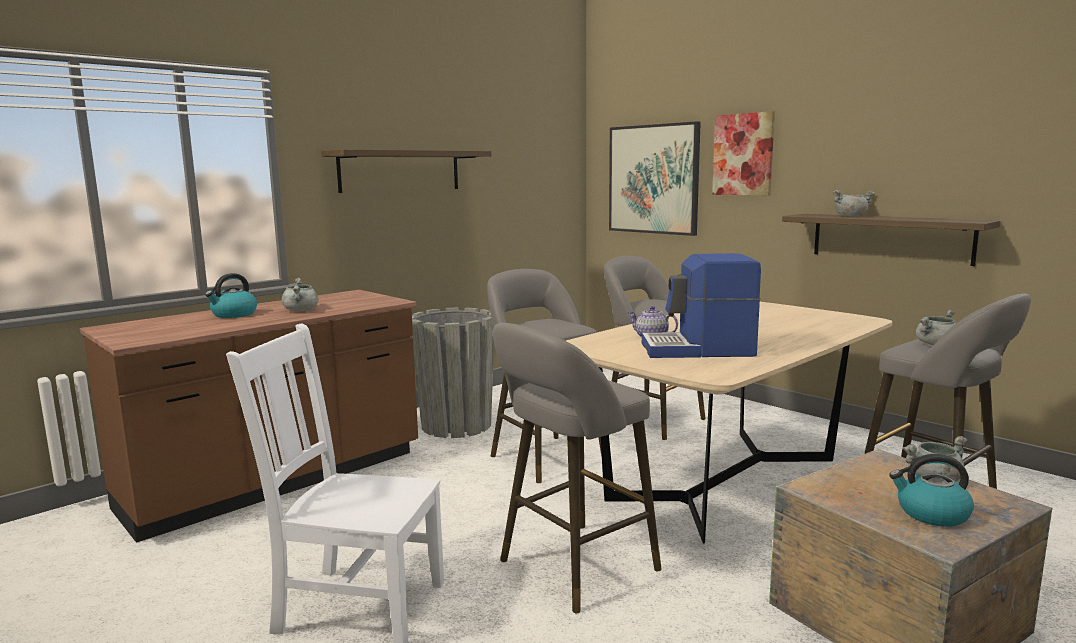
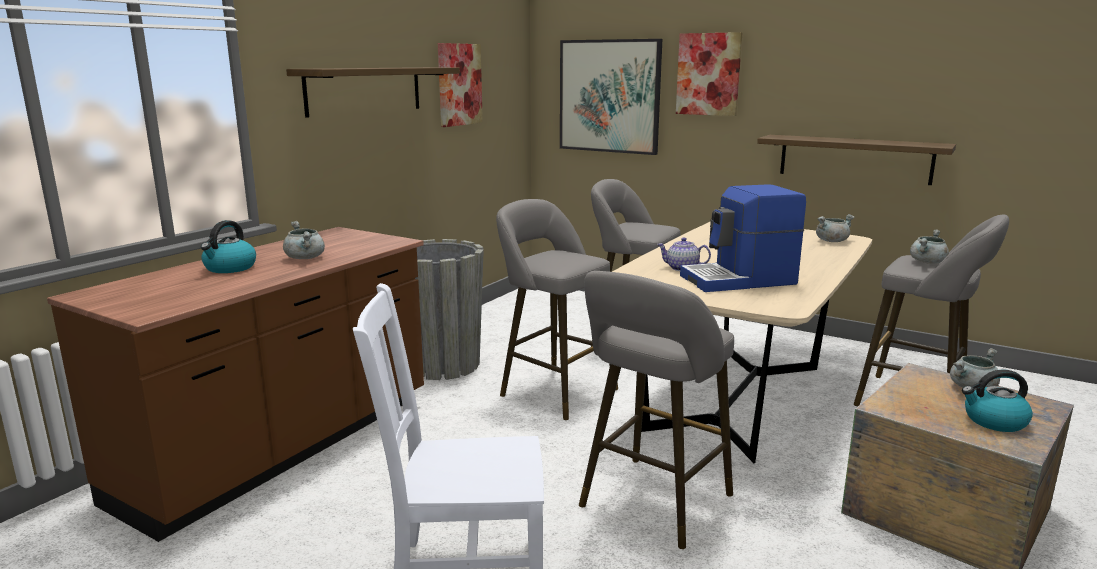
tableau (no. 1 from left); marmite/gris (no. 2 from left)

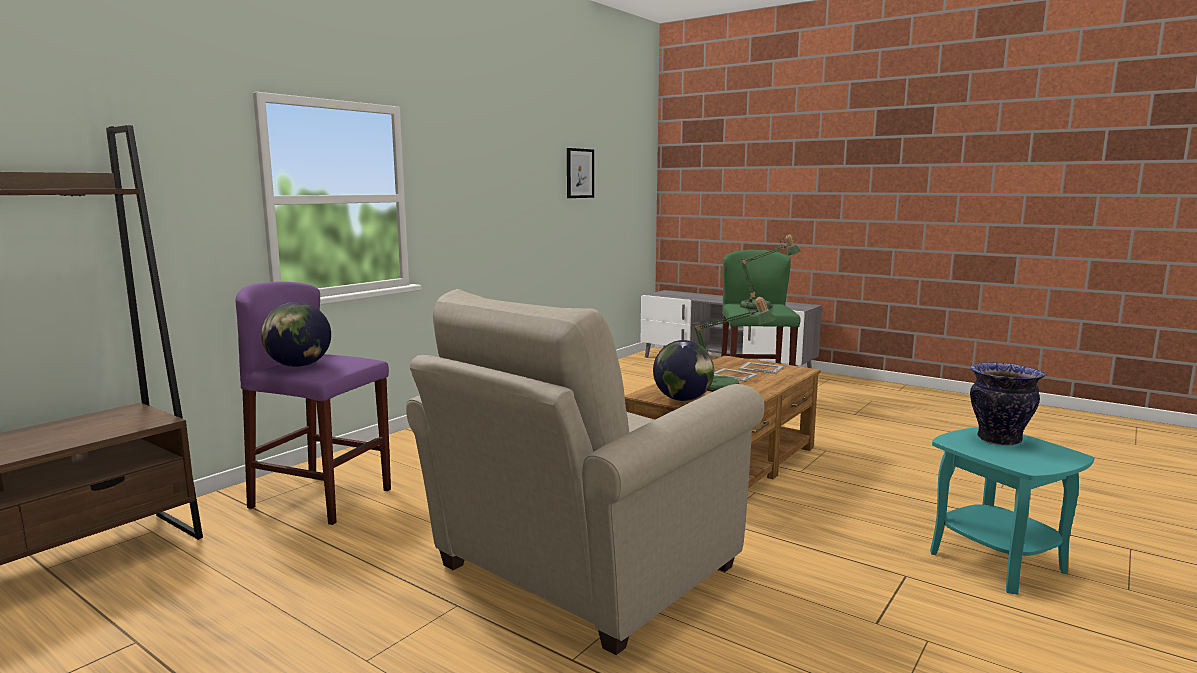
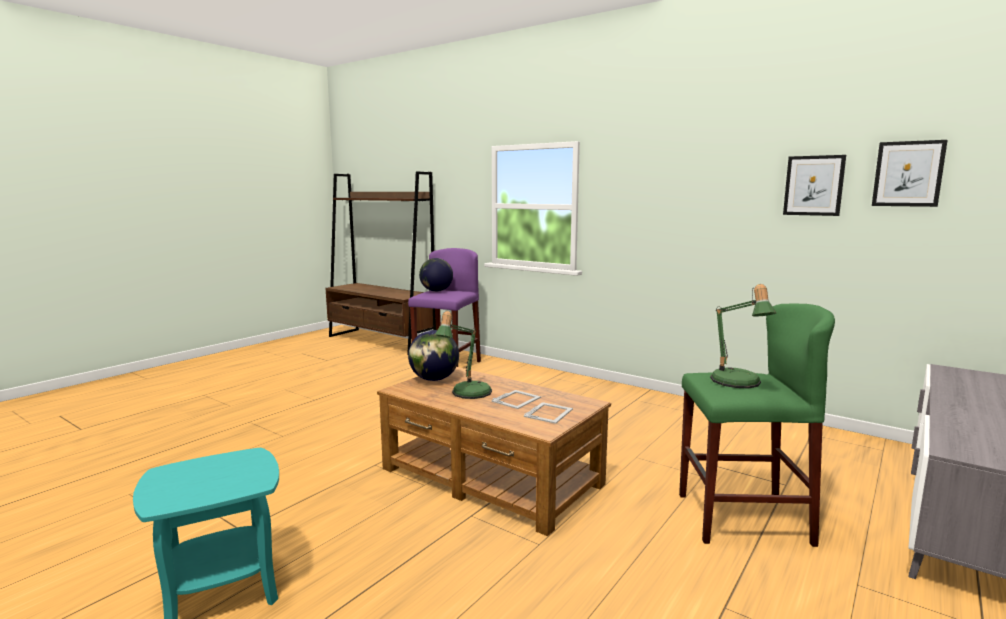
fauteuil/beige; vase; tableau (no. 2 from left)

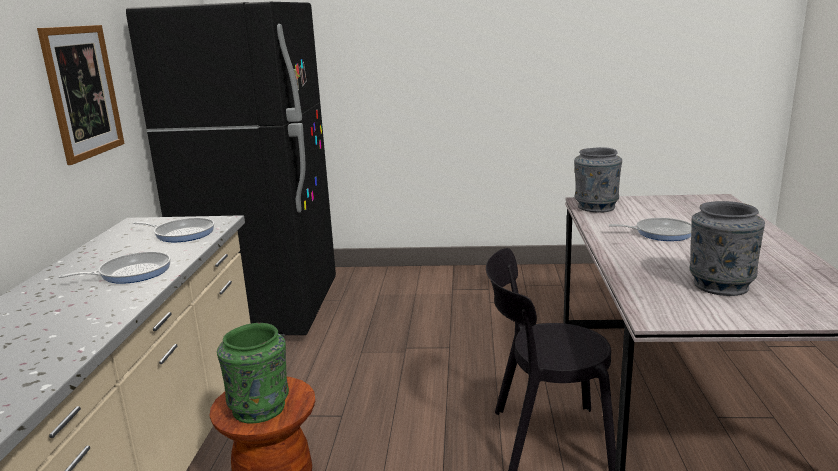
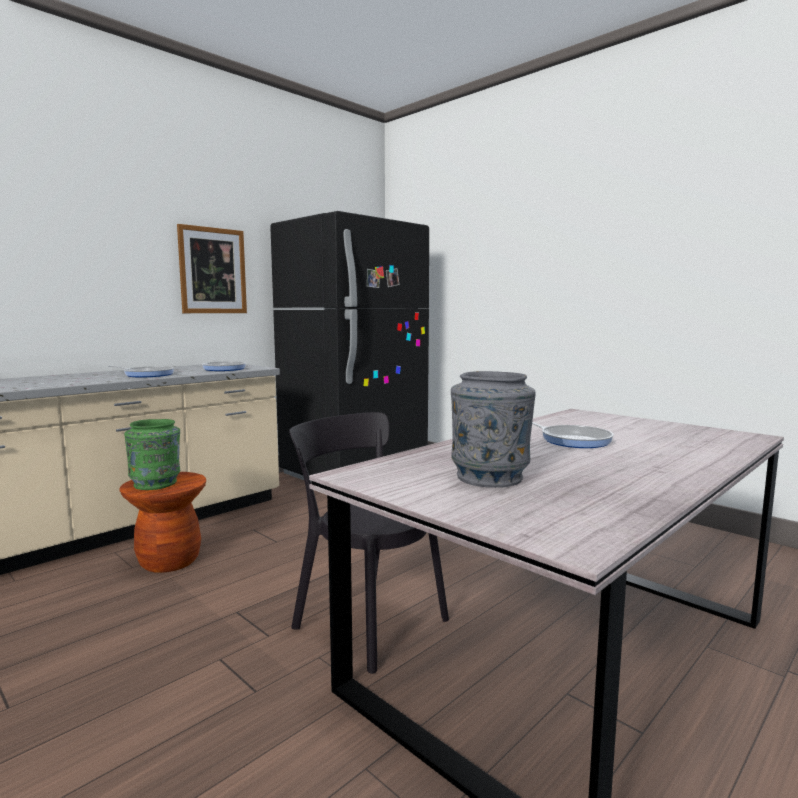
vase/gris (no. 1 from left in the first image)

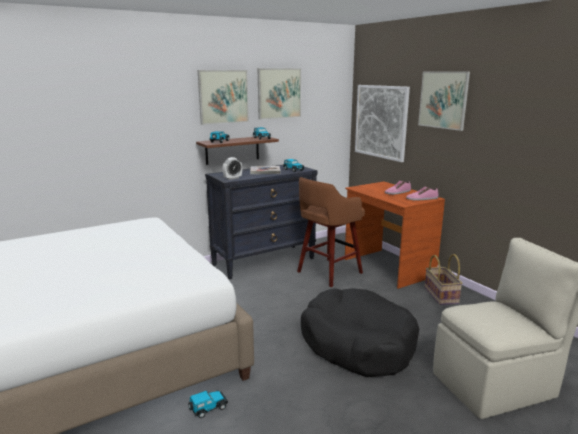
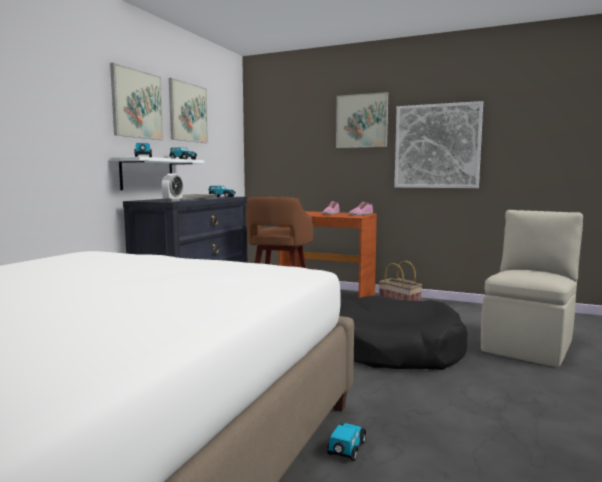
tableau (no. 4 from left); étagère/blanc

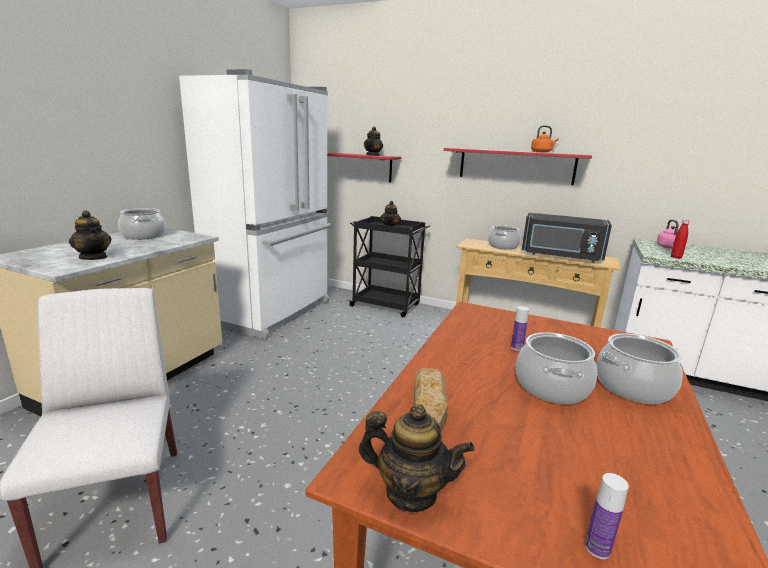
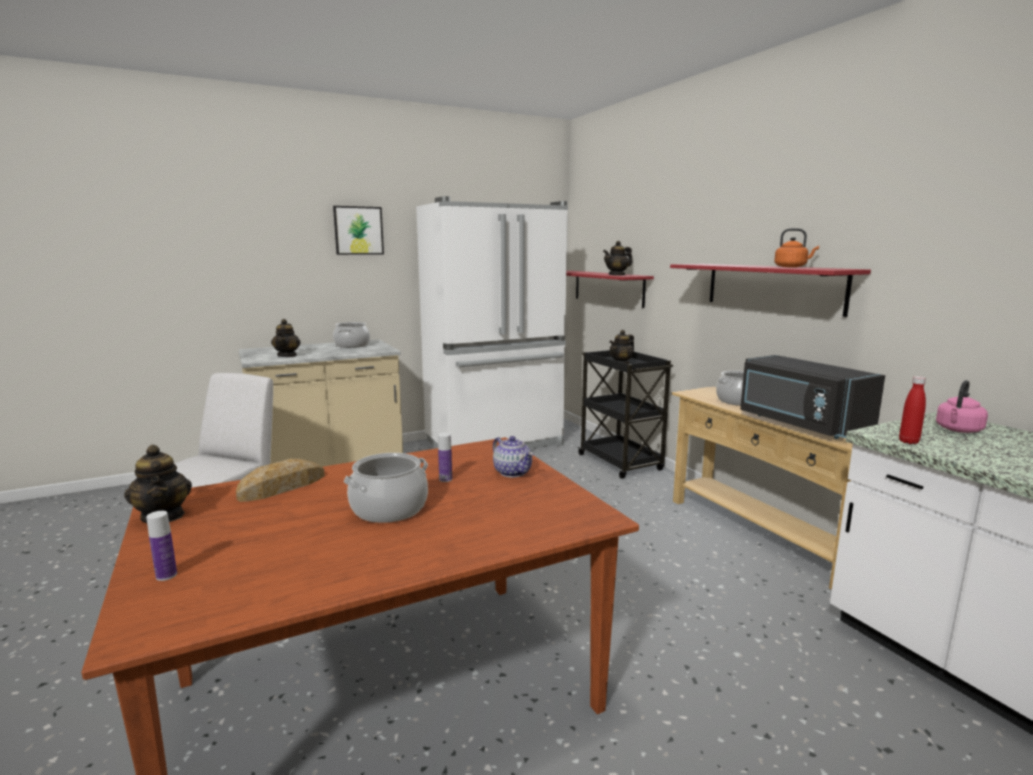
marmite (no. 4 from left in the first image); tableau; théière (no. 3 from left)

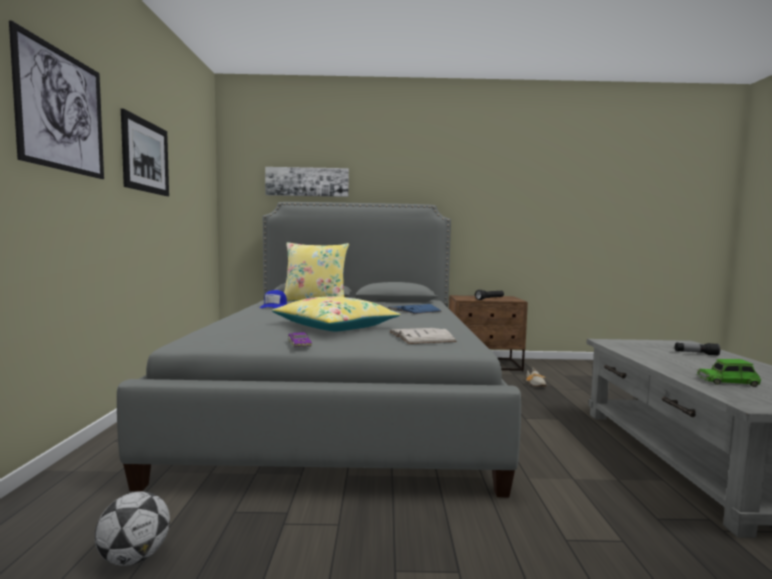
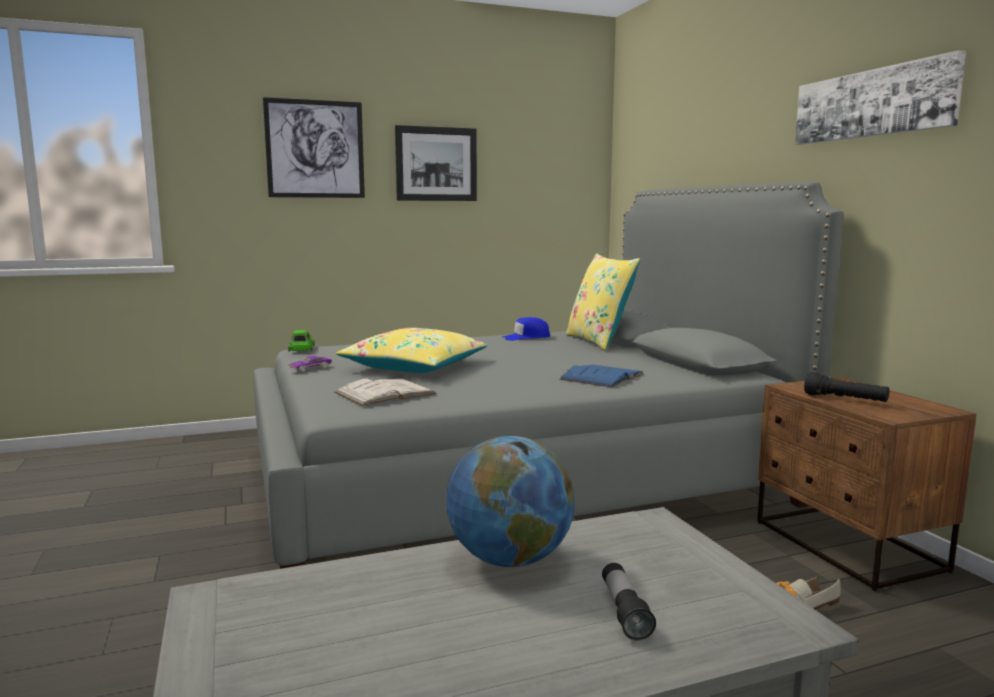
ballon de foot; globe; tableau (no. 3 from left); petite voiture/vert

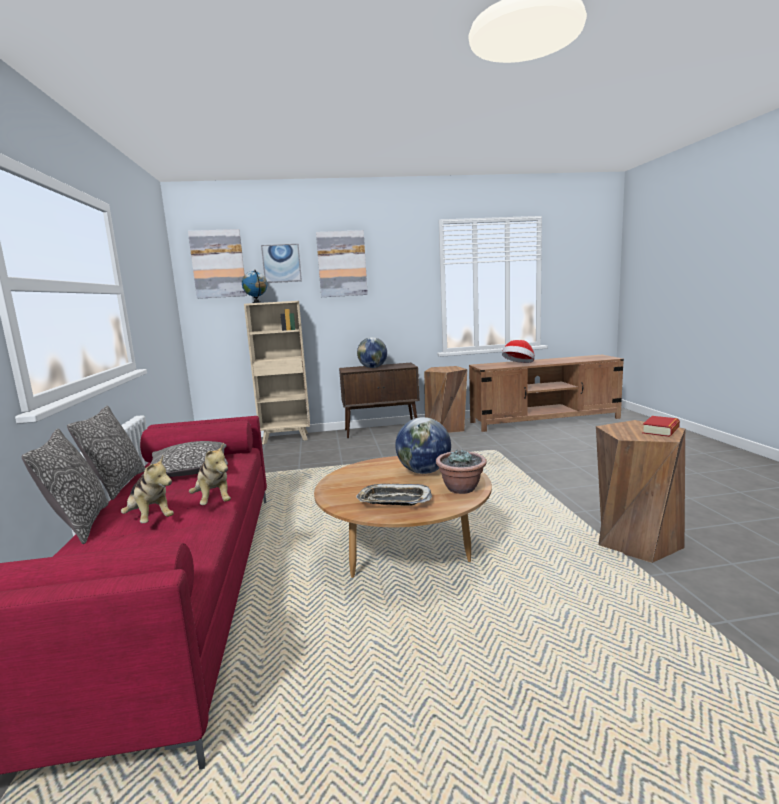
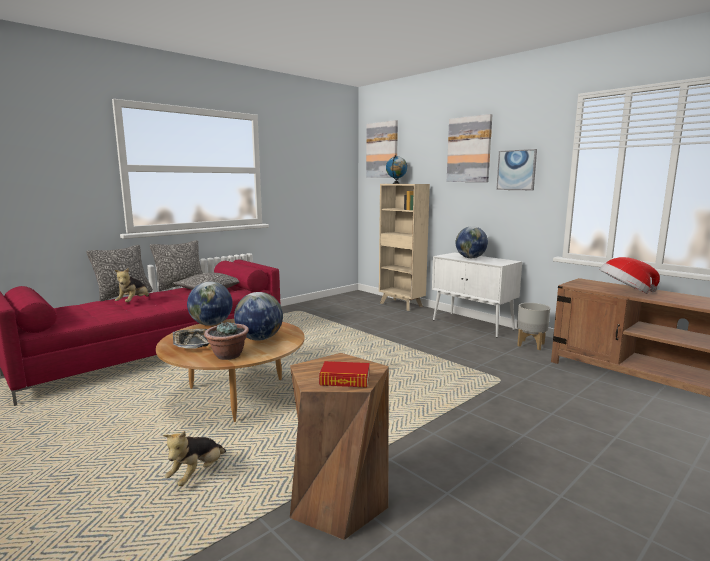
globe (no. 1 from left); peluche (no. 2 from left); tableau (no. 3 from left); cache-pot/gris; meuble de rangement/blanc

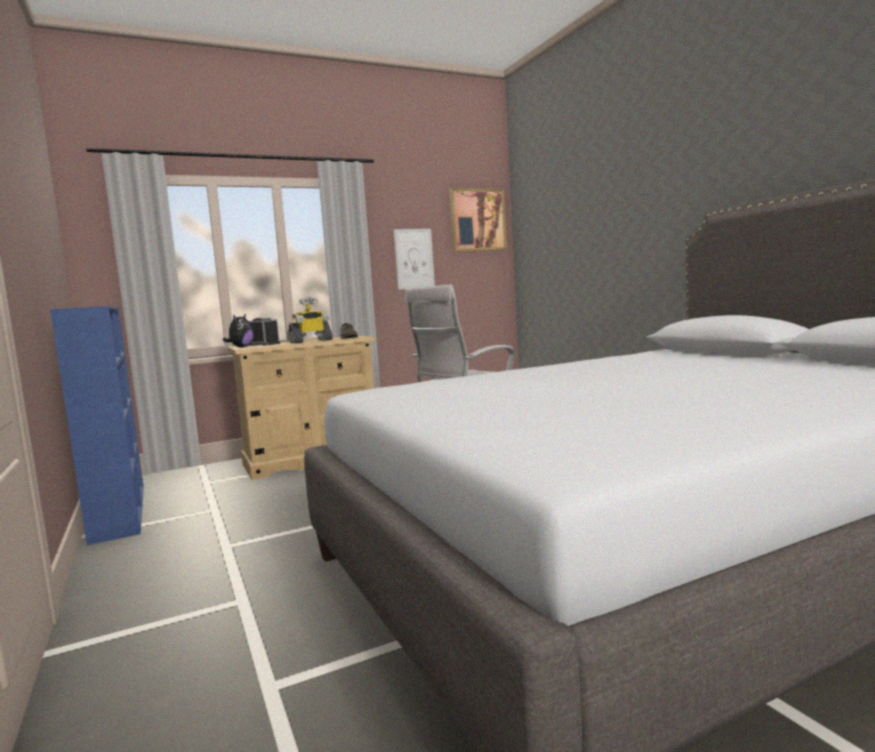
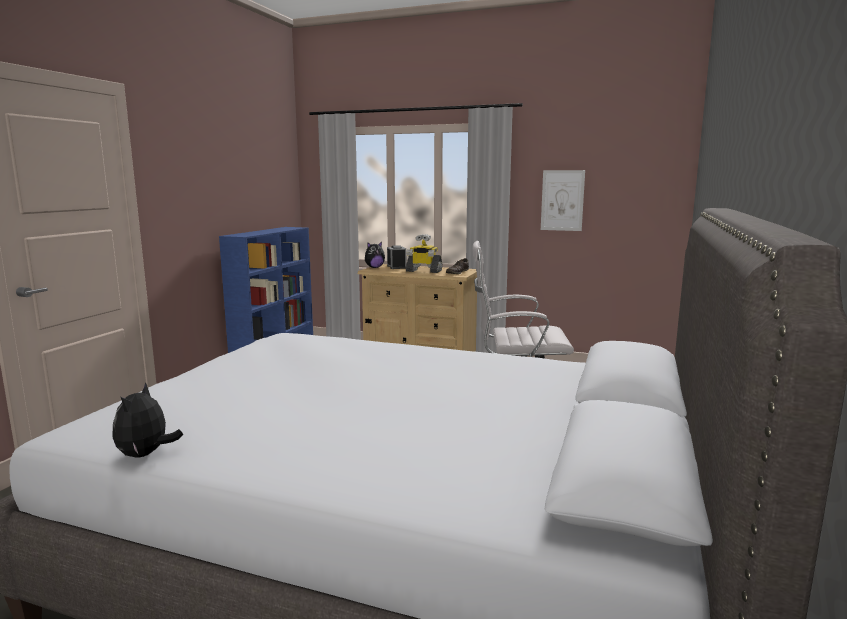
tableau (no. 2 from left in the first image); peluche (no. 1 from left)

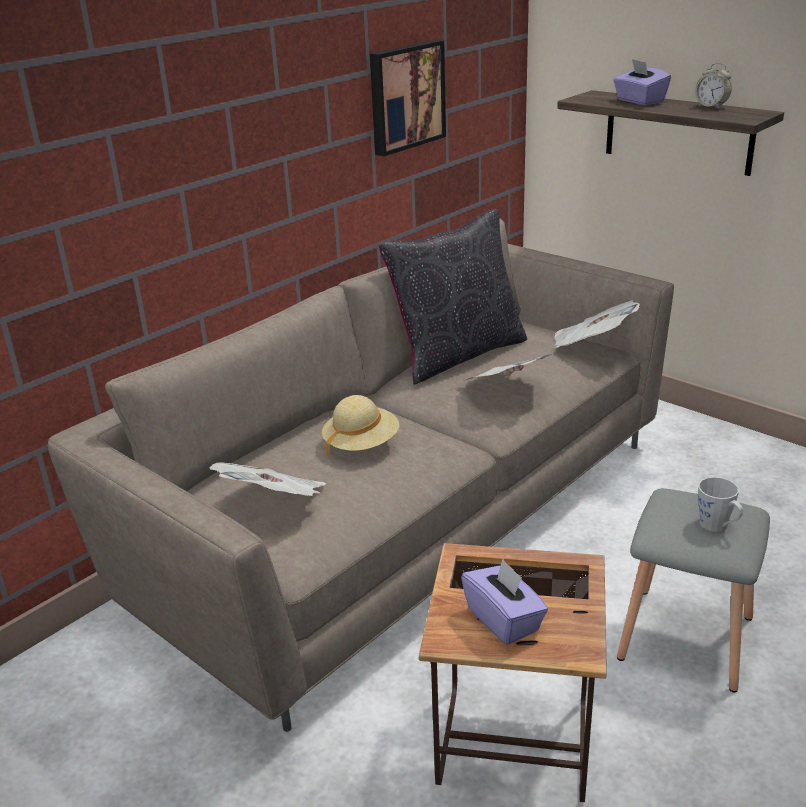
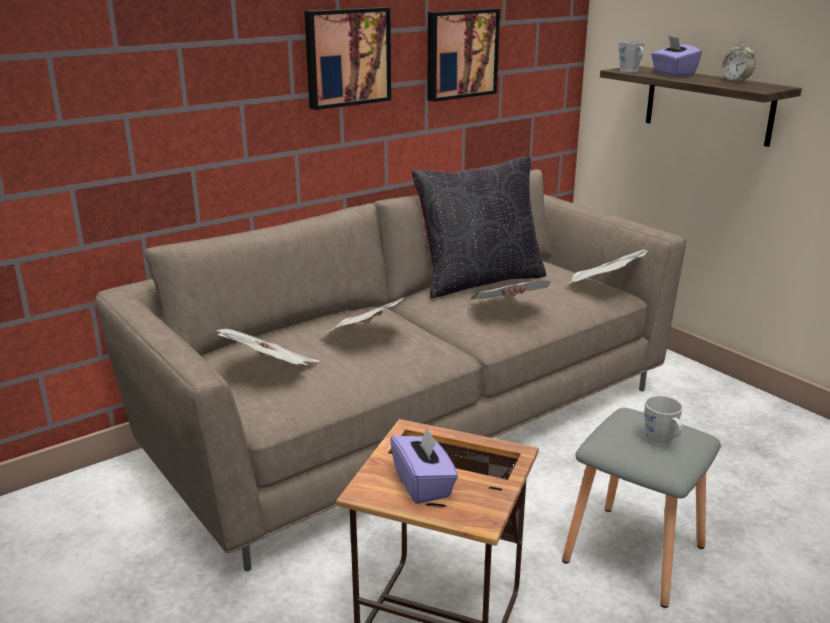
tableau (no. 1 from left); mug/gris (no. 1 from left); journal (no. 2 from left)

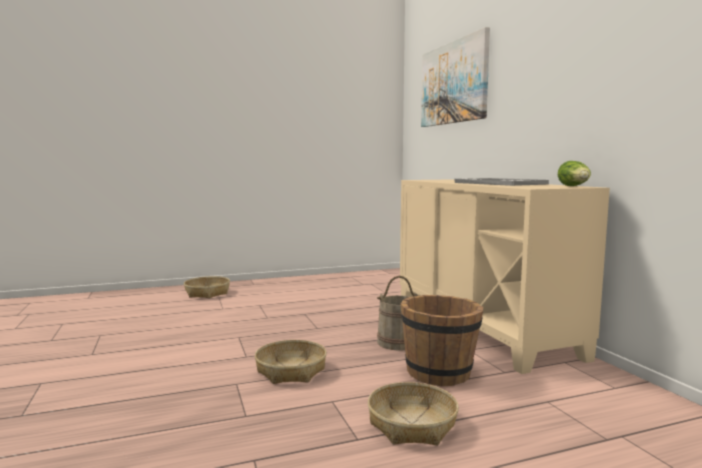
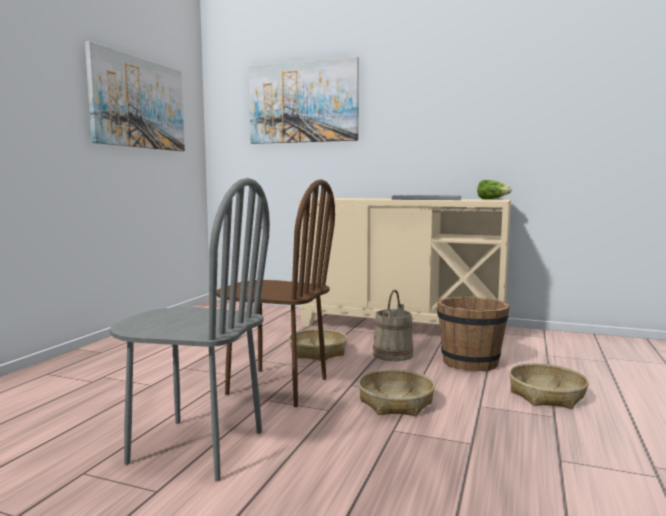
tableau (no. 1 from left); chaise/gris; chaise/marron; panier (no. 1 from left)

